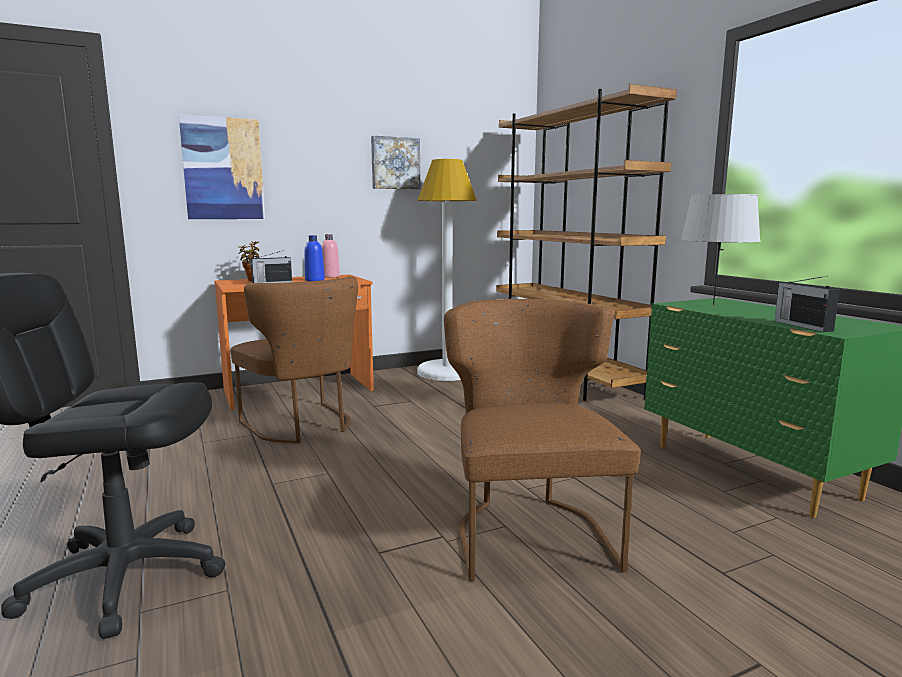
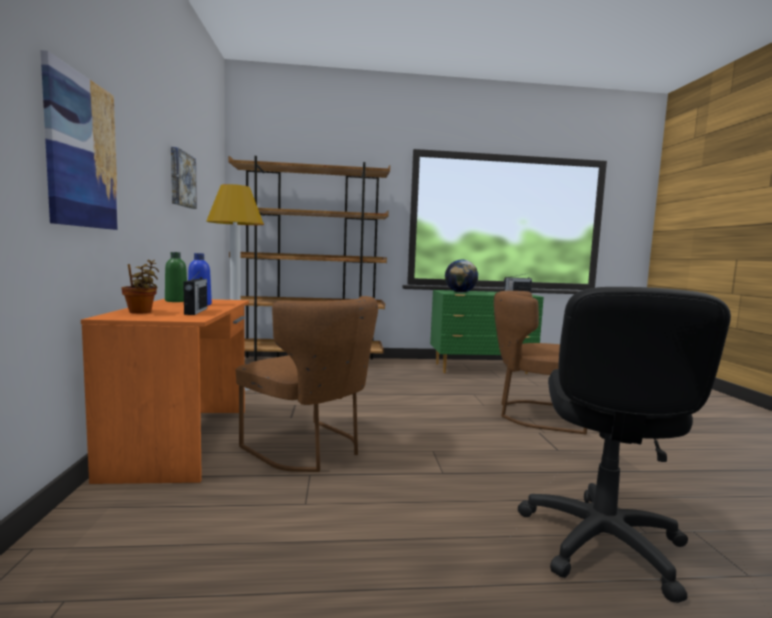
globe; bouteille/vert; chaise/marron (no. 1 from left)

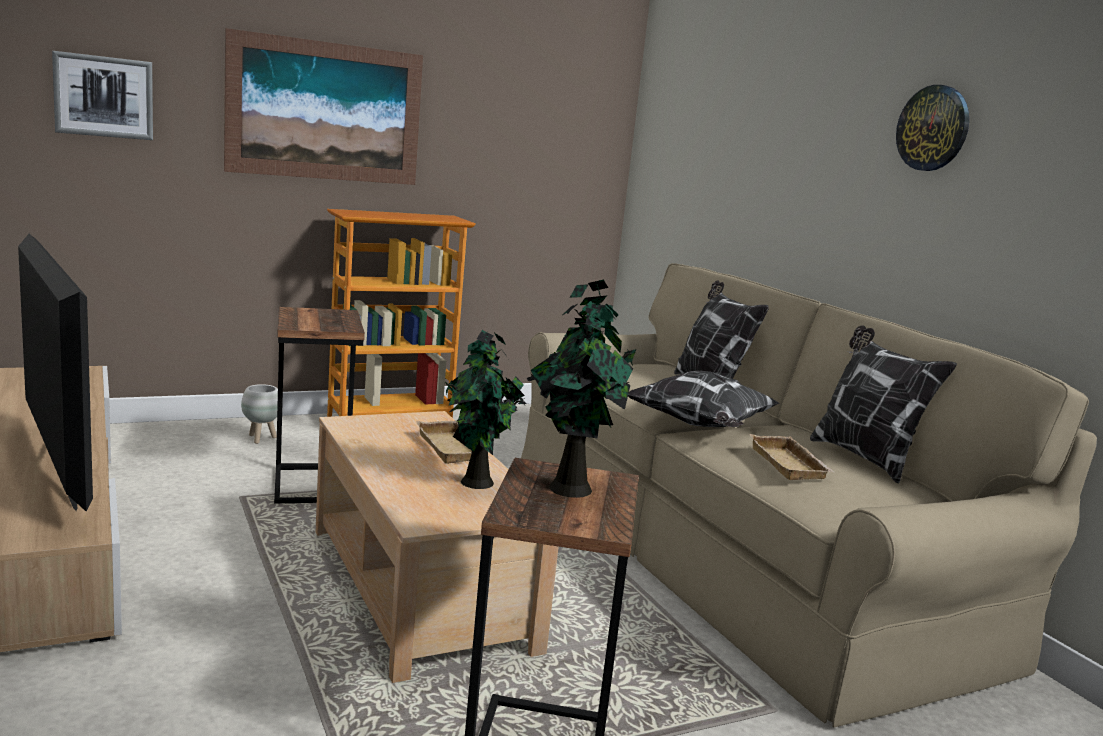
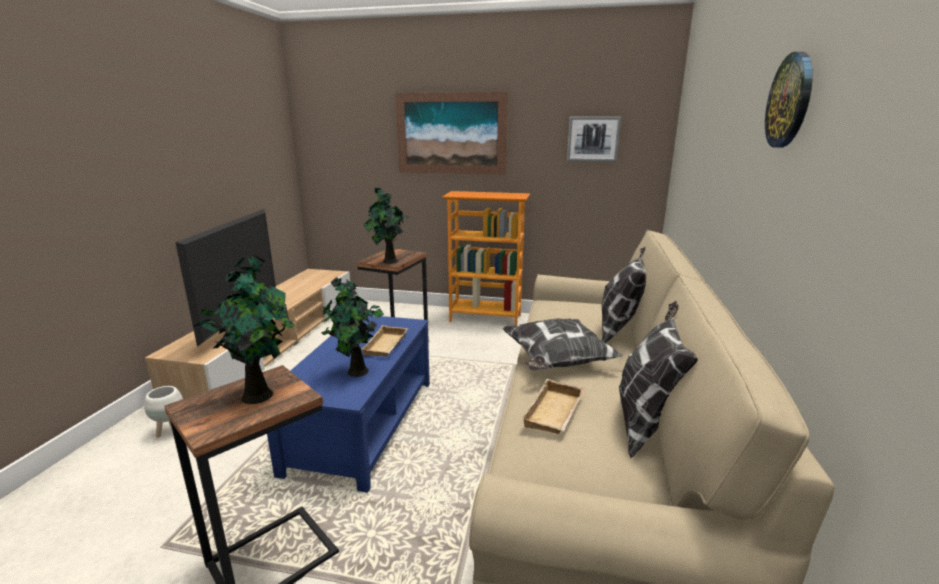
plante en pot (no. 3 from left); tableau (no. 2 from left); cache-pot/blanc; table basse/bleu

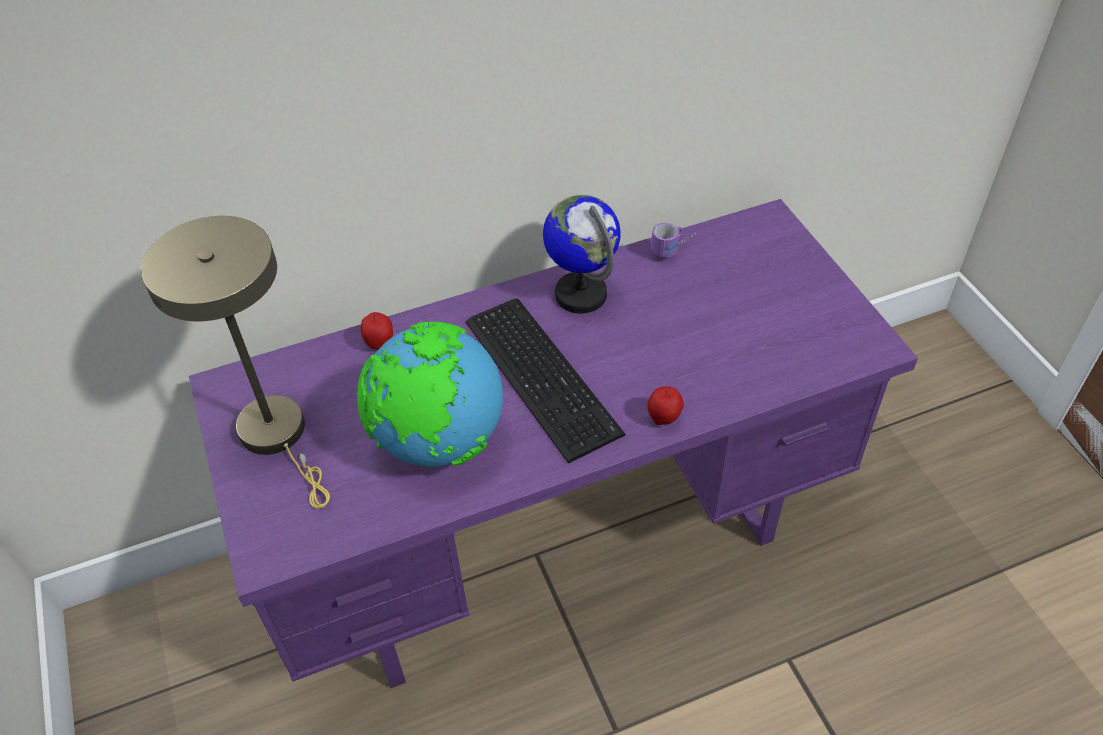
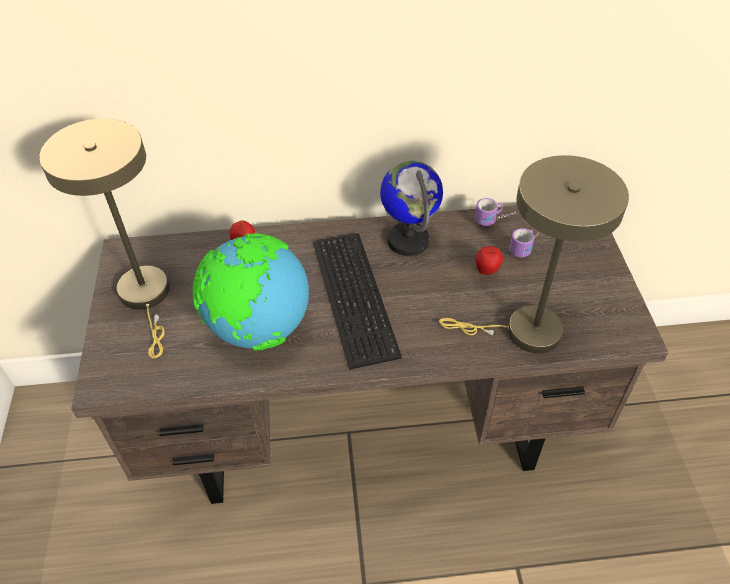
lampe de table/beige (no. 2 from left); mug (no. 2 from left); pomme (no. 2 from left); bureau/marron

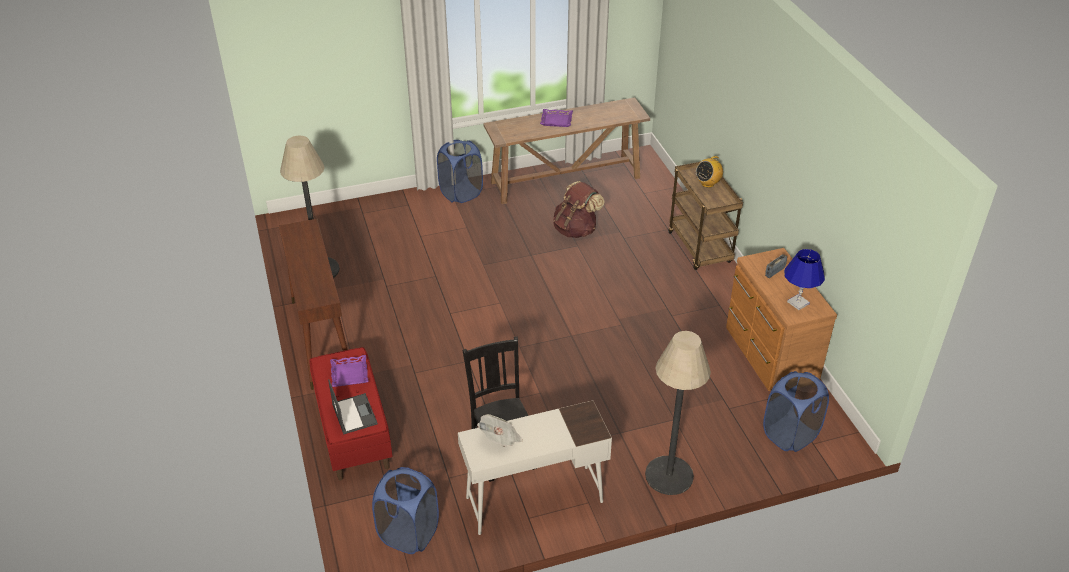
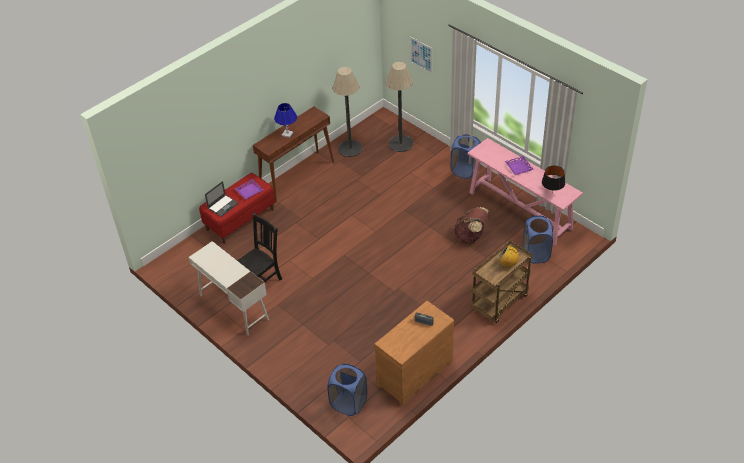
journal; tableau; lampe de table/noir; panier à linge/bleu (no. 3 from left); lampadaire (no. 2 from left); lampe de table/bleu; table console/rose

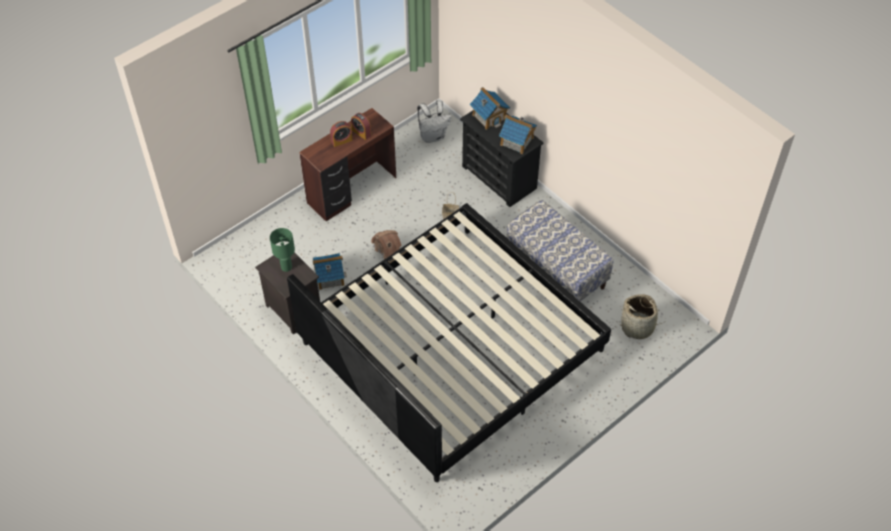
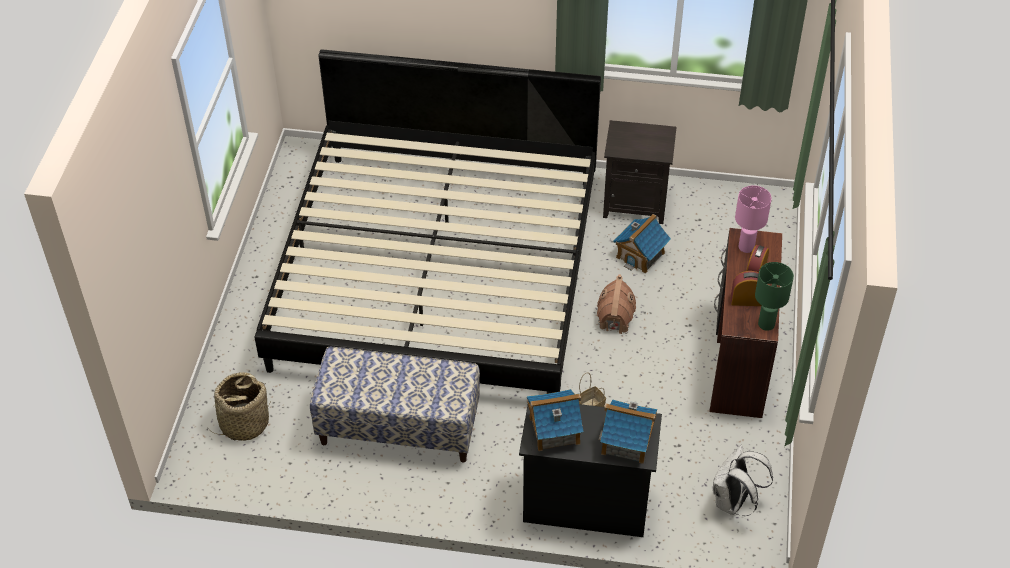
lampe de table/rose; lampe de table/vert

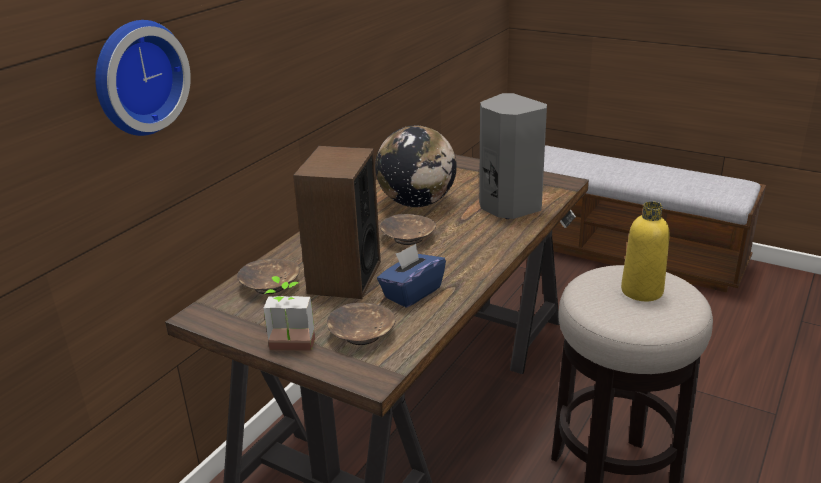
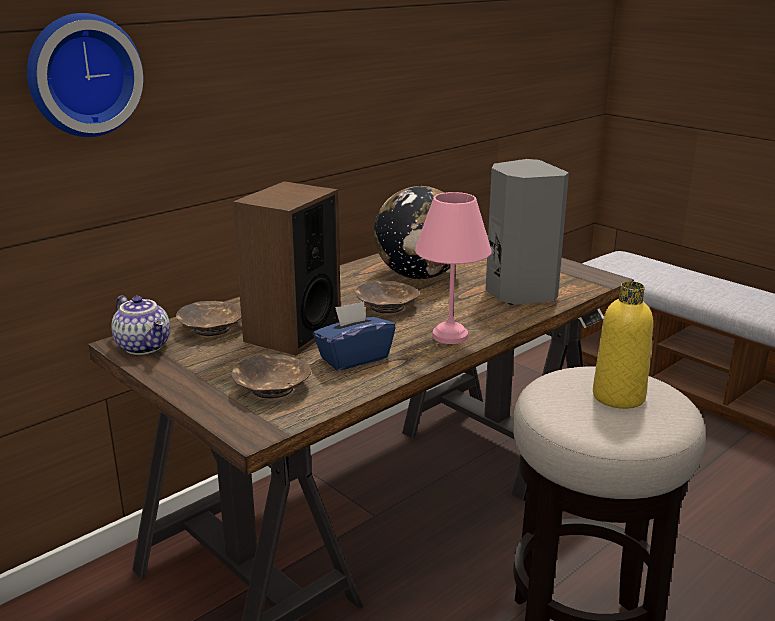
plante en pot; théière; lampe de table/rose

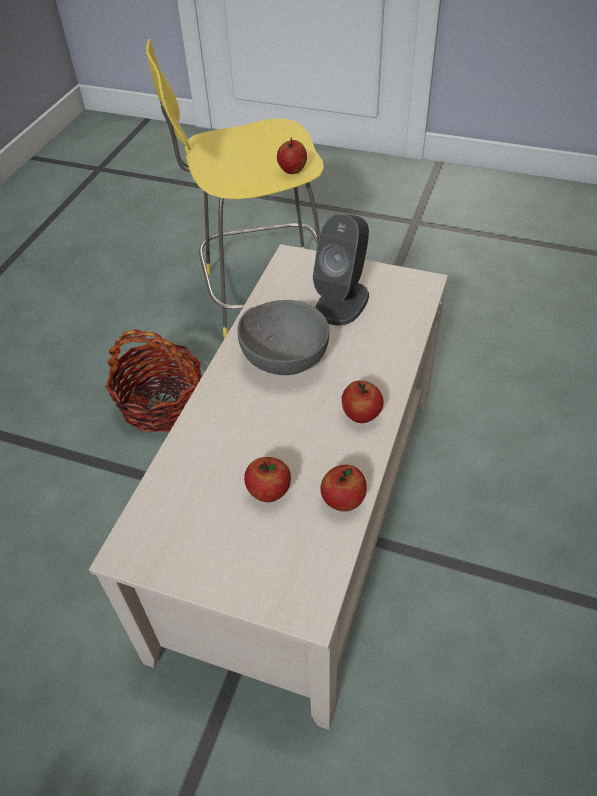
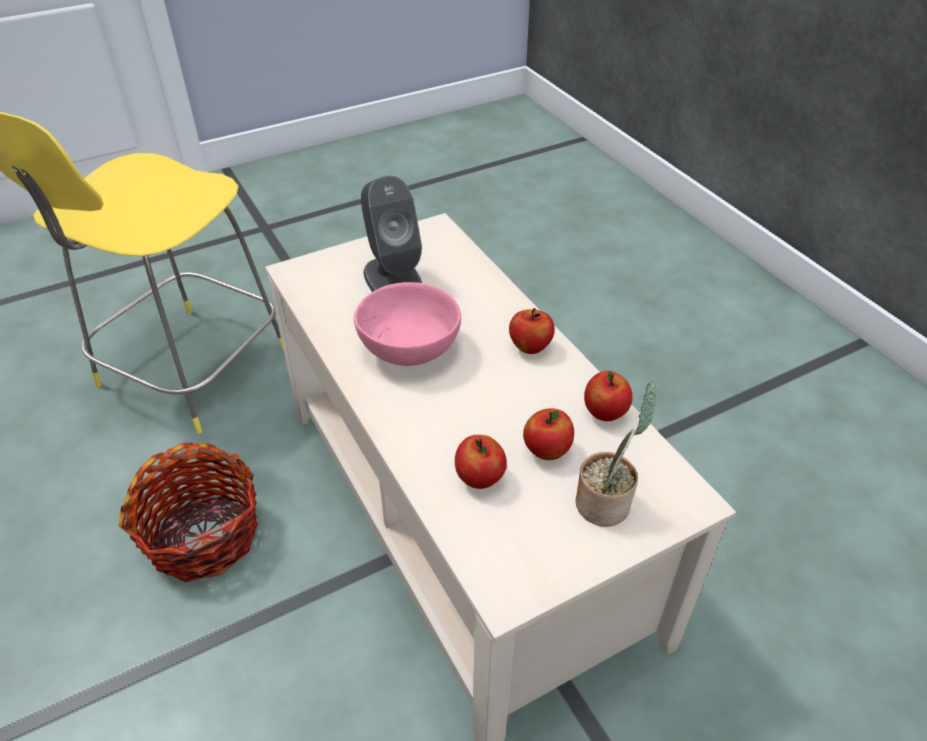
plante en pot; pomme (no. 1 from left); bol/rose

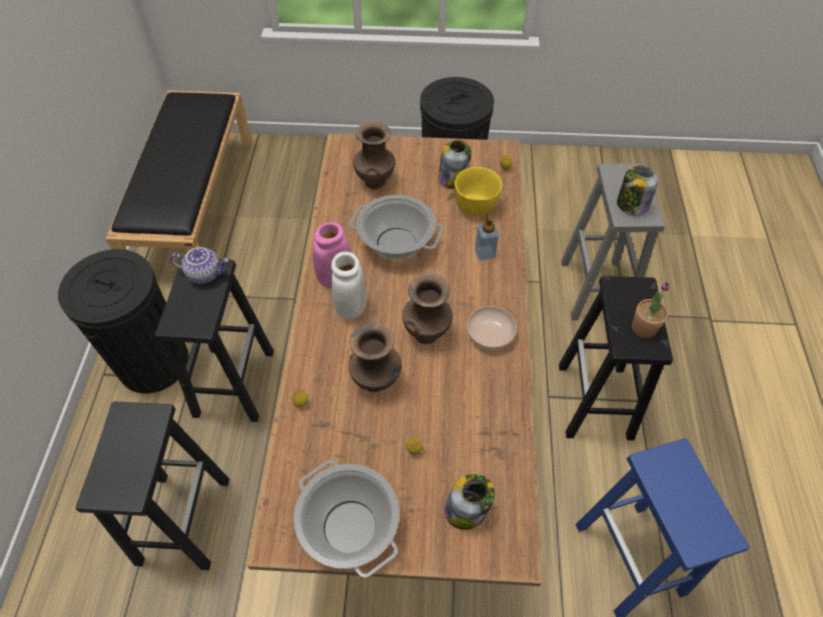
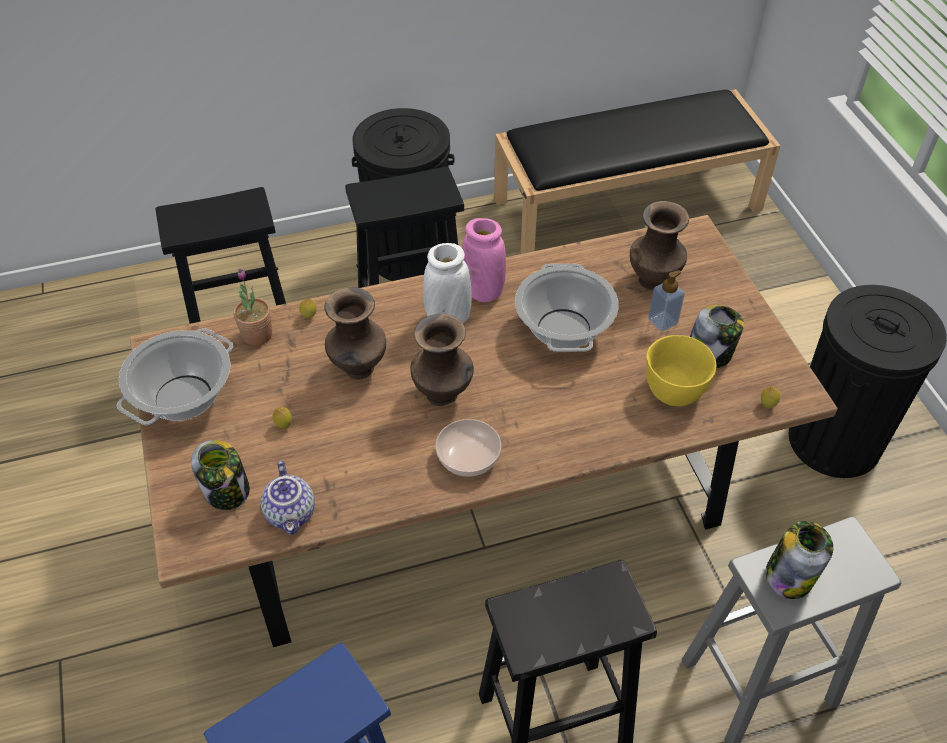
théière; distributeur de savon; plante en pot

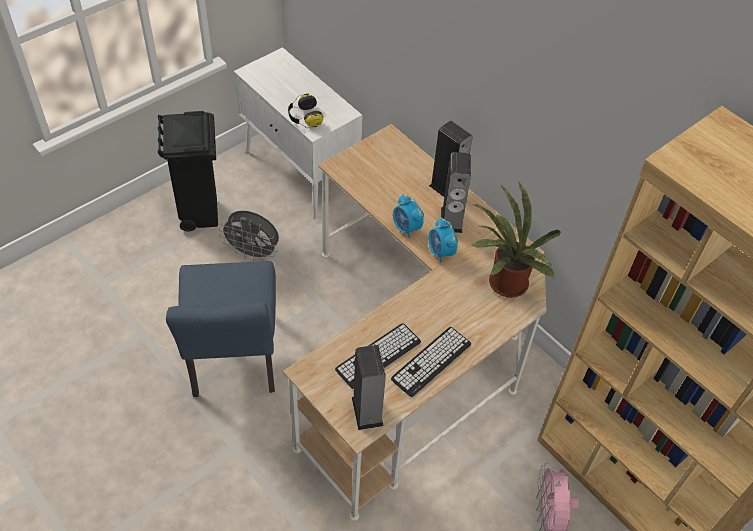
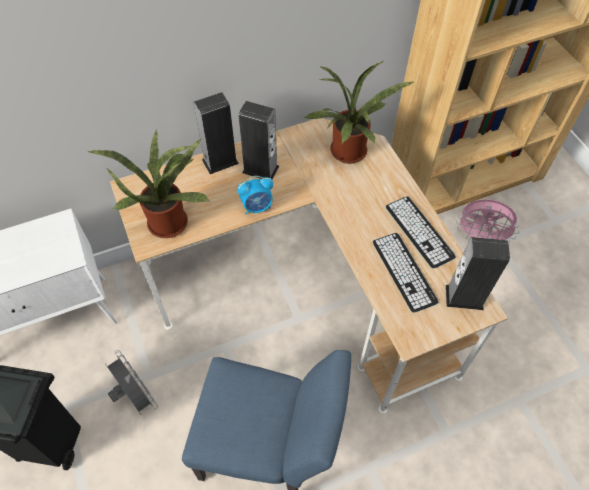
casque audio; réveil (no. 2 from left in the first image); plante en pot (no. 1 from left); ventilateur/gris

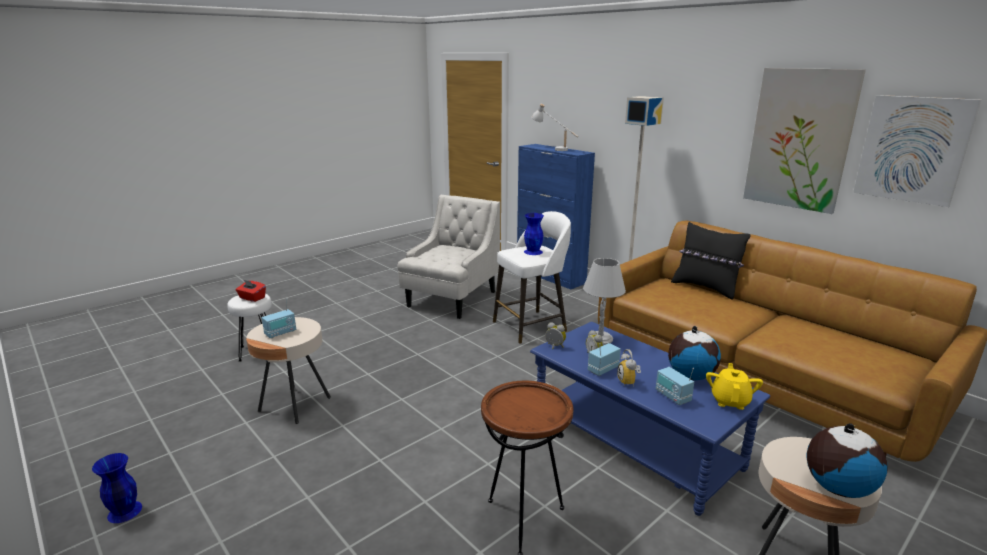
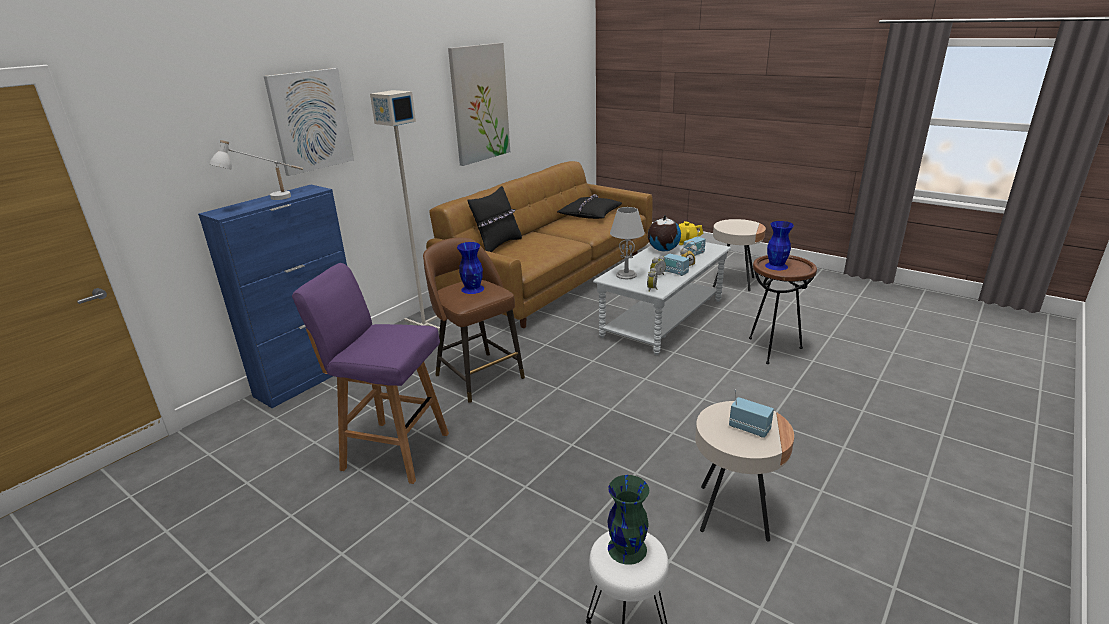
globe (no. 2 from left in the first image); coussin/noir (no. 2 from left); vase/bleu (no. 2 from left); tableau (no. 1 from left); vase/vert; tabouret/violet; tabouret/marron; table basse/gris

